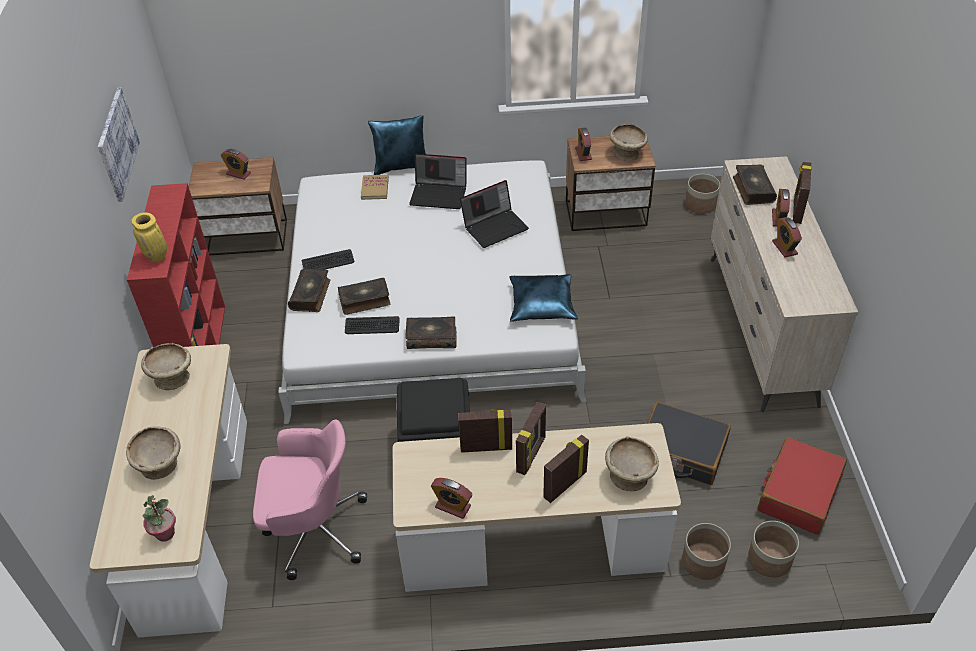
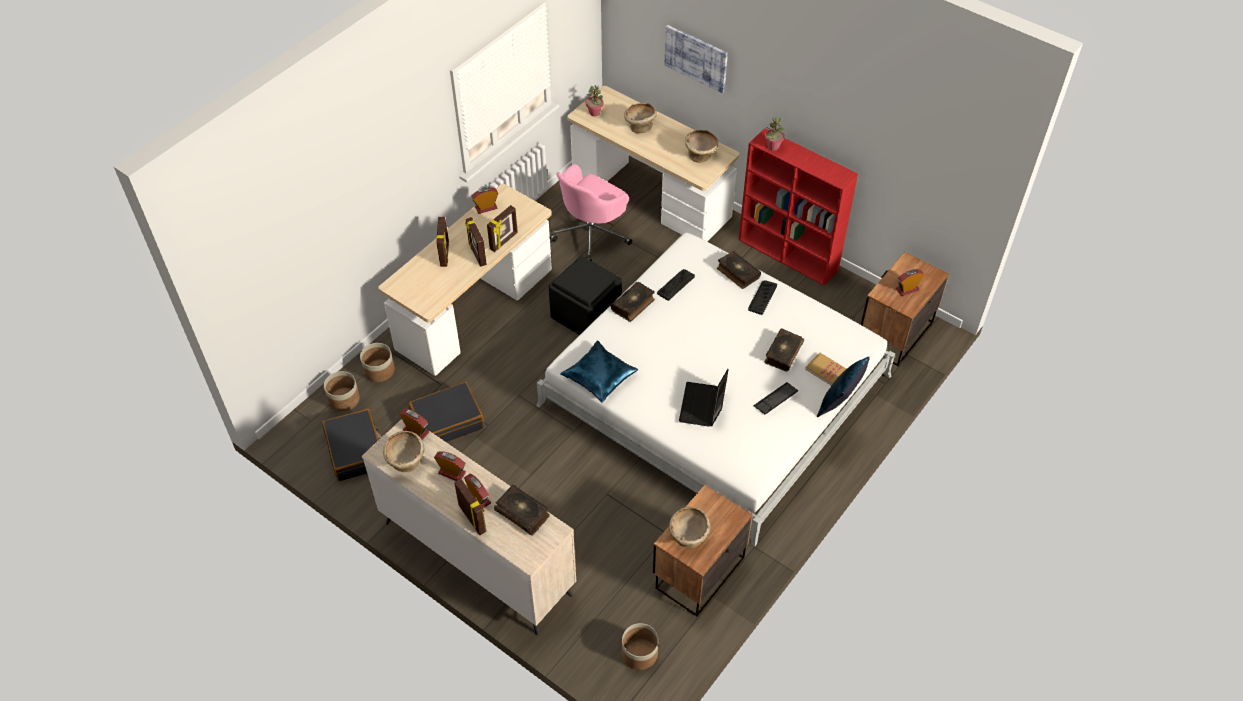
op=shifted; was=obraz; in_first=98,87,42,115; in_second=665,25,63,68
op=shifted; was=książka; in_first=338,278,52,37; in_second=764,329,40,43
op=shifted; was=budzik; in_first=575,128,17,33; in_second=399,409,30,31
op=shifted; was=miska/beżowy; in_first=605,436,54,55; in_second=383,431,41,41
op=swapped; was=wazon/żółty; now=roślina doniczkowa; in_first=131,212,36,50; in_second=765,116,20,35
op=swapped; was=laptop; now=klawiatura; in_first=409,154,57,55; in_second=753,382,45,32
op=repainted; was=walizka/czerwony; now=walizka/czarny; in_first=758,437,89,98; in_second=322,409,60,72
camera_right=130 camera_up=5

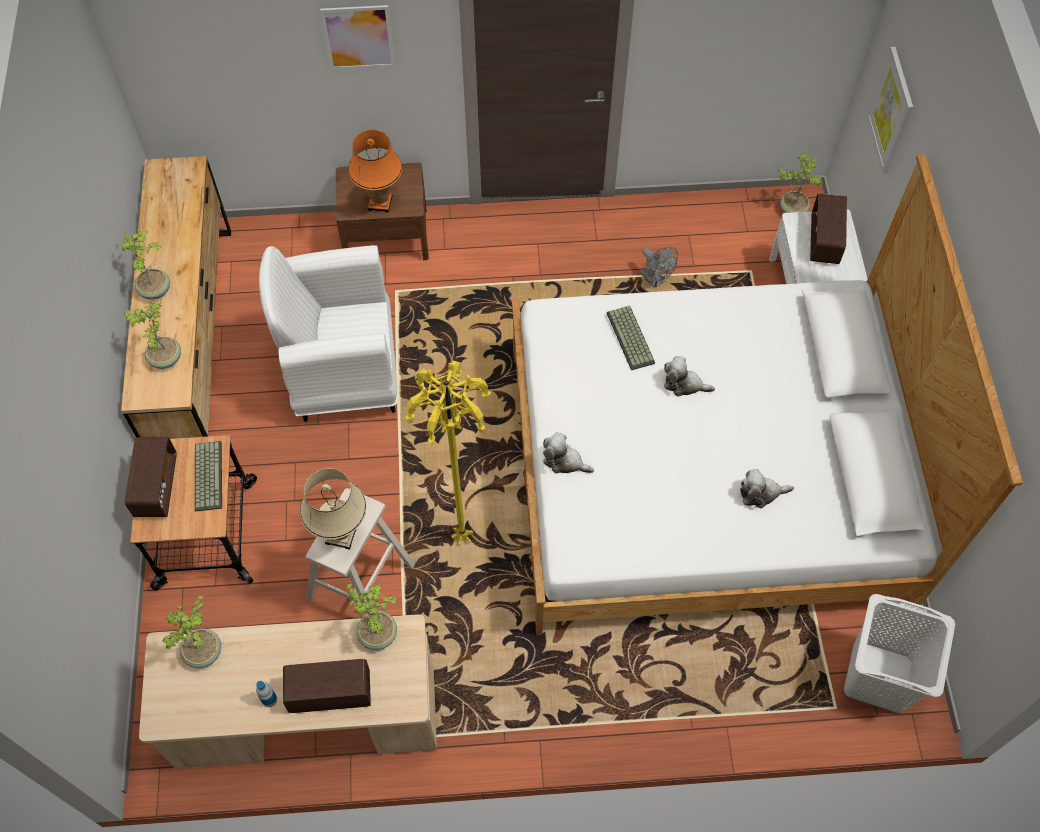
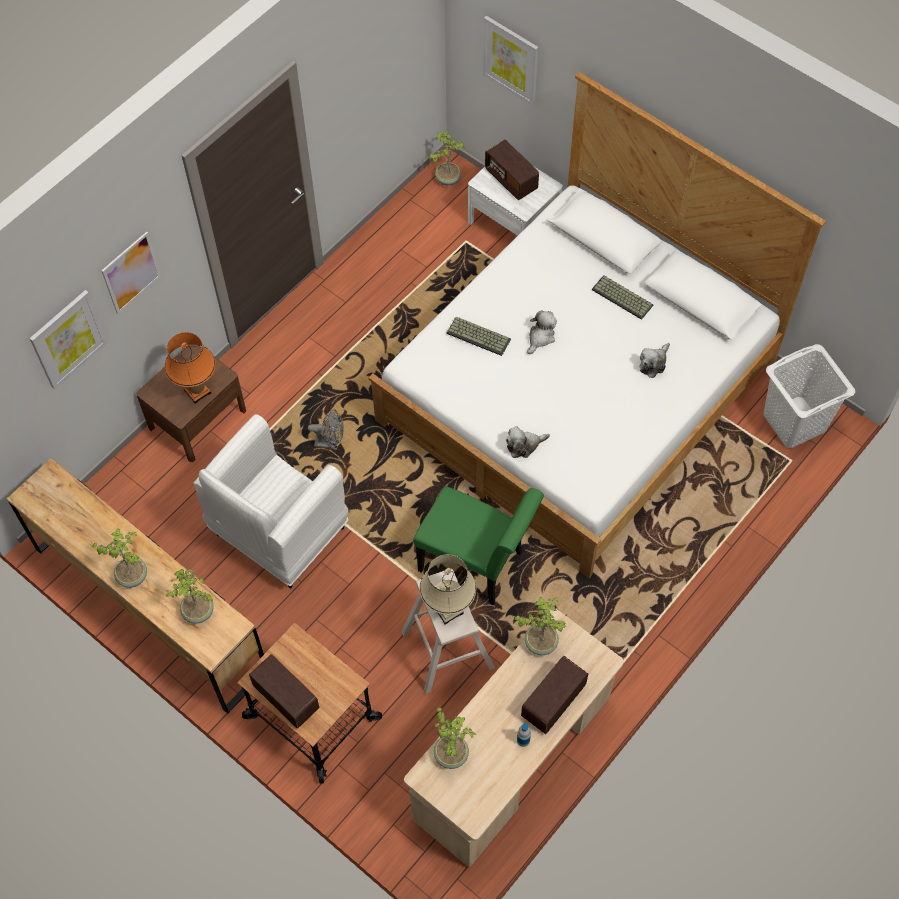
op=new; now=obraz; in_second=30,290,77,99
op=shifted; was=klawiatura; in_first=195,441,27,71; in_second=592,275,62,45
op=shifted; was=wentylator/szary; in_first=640,247,38,41; in_second=308,409,36,41
op=swapped; was=lampa stojąca/żółty; now=krzesło/zielony; in_first=405,361,86,184; in_second=413,486,131,119
op=rotated; was=pluszak; in_first=664,356,51,40; in_second=527,310,30,44; clockwise=150
camera_right=-45 camera_up=0

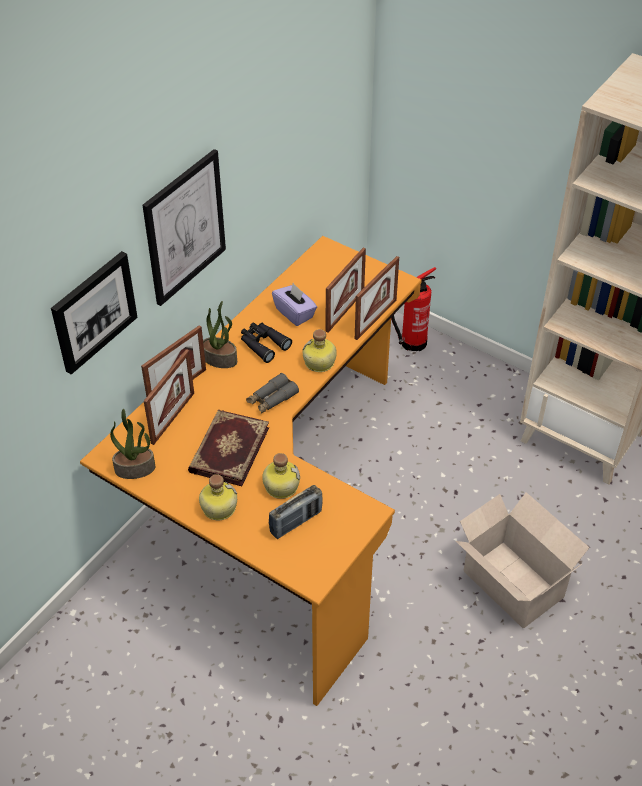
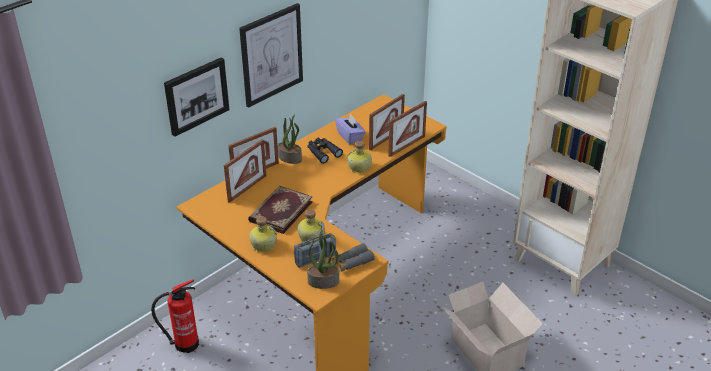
op=shifted; was=roślina doniczkowa; in_first=110,409,45,70; in_second=307,231,32,58
op=shifted; was=lornetka/szary; in_first=246,373,53,41; in_second=331,243,44,29
op=shifted; was=gaśnica; in_first=391,267,45,84; in_second=151,279,48,74
camera_right=10 camera_up=-10

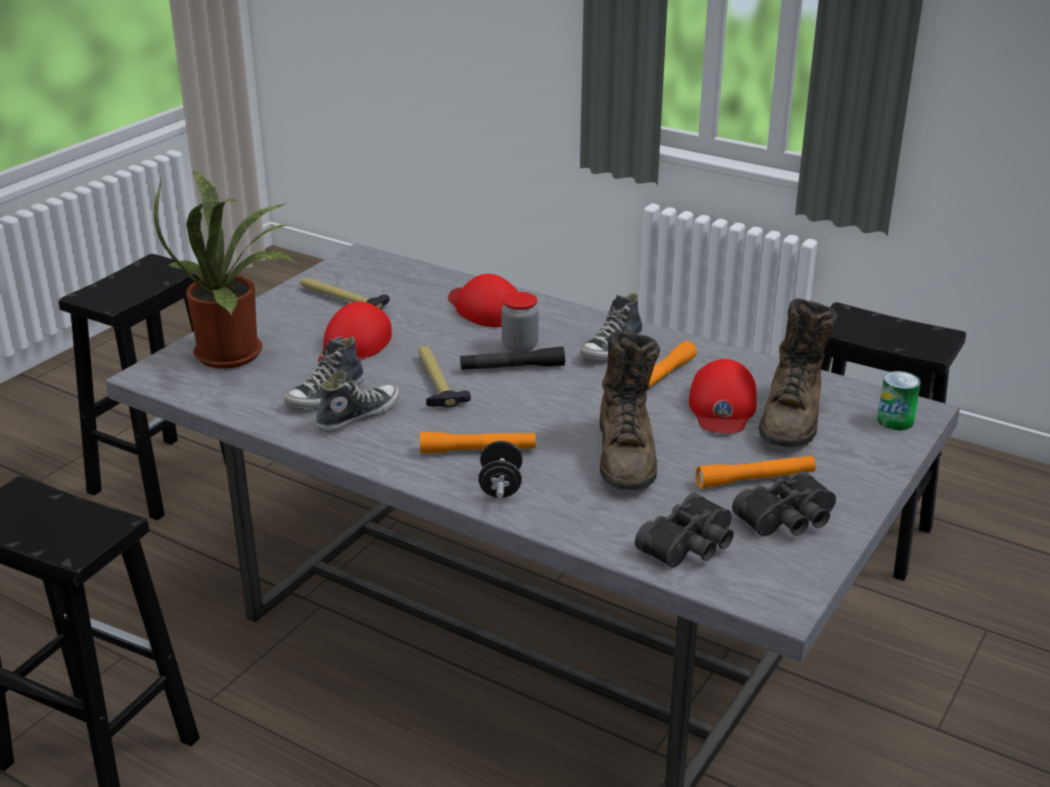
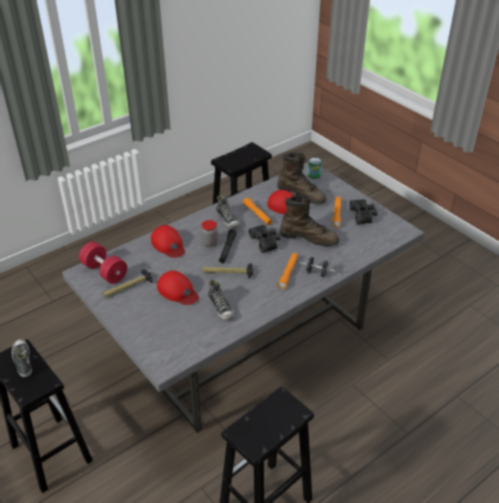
op=gone; was=roślina doniczkowa; in_first=154,170,141,199
op=new; now=hantel/czerwony; in_second=79,241,48,43
op=shifted; was=but; in_first=316,371,84,63; in_second=12,339,20,38
op=shifted; was=lornetka/czarny; in_first=635,493,99,75; in_second=249,225,31,28
op=rotated; was=czapka z daszkiem/czerwony; in_first=448,274,70,53; in_second=151,225,34,33; clockwise=-105
camera_right=-70 camera_up=10

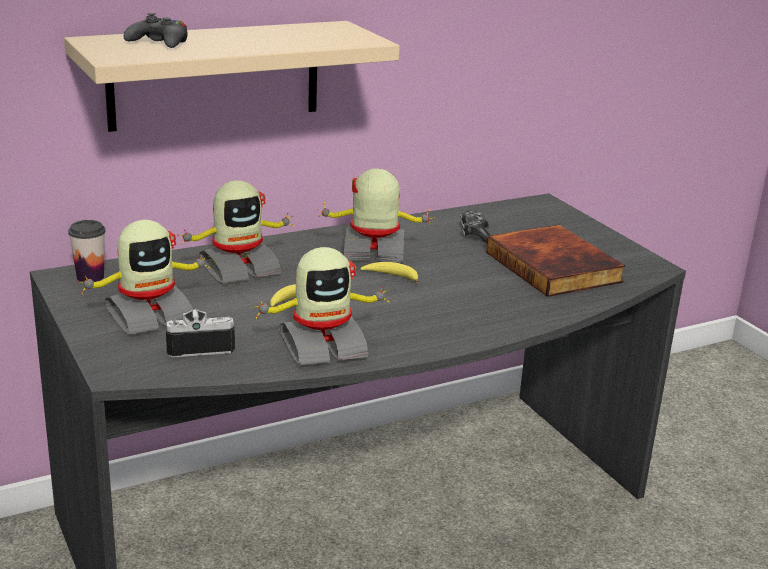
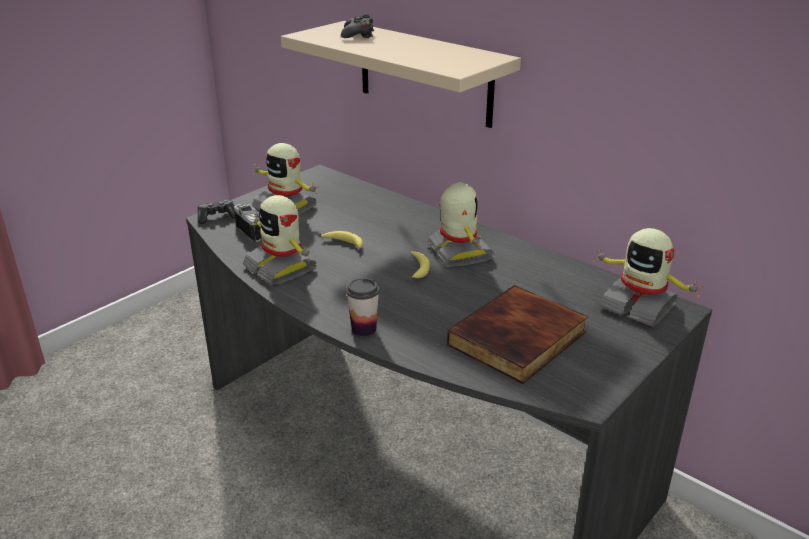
op=shifted; was=filiżanka; in_first=68,220,37,62; in_second=346,278,34,58
op=shifted; was=robot zabawkowy; in_first=177,180,116,104; in_second=593,228,110,99
op=shifted; was=pad do gier; in_first=460,211,30,32; in_second=198,199,37,25
camera_right=70 camera_up=5

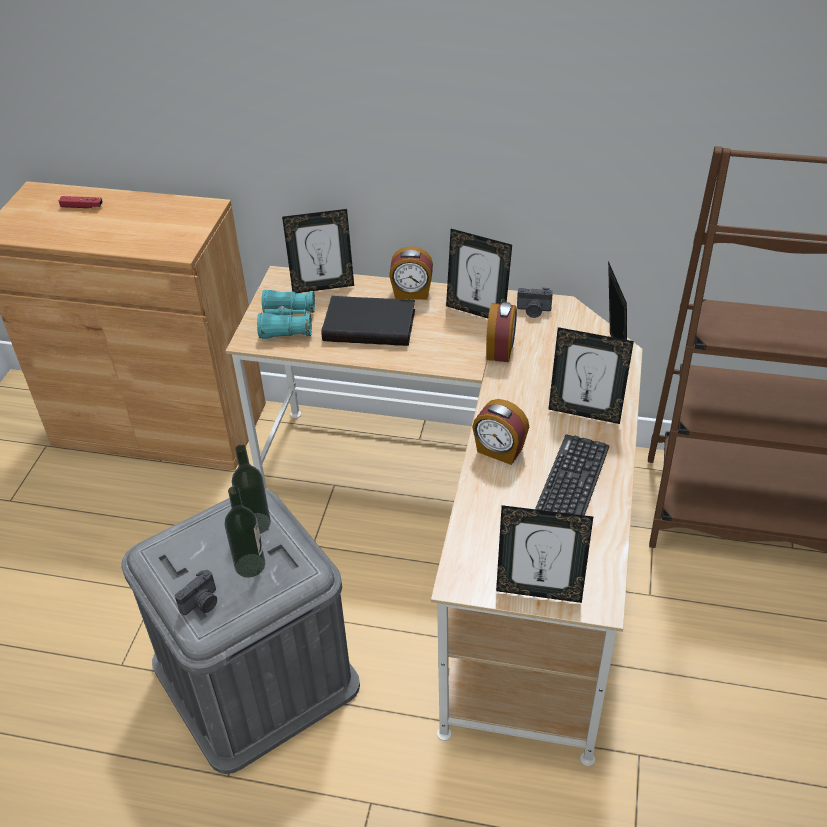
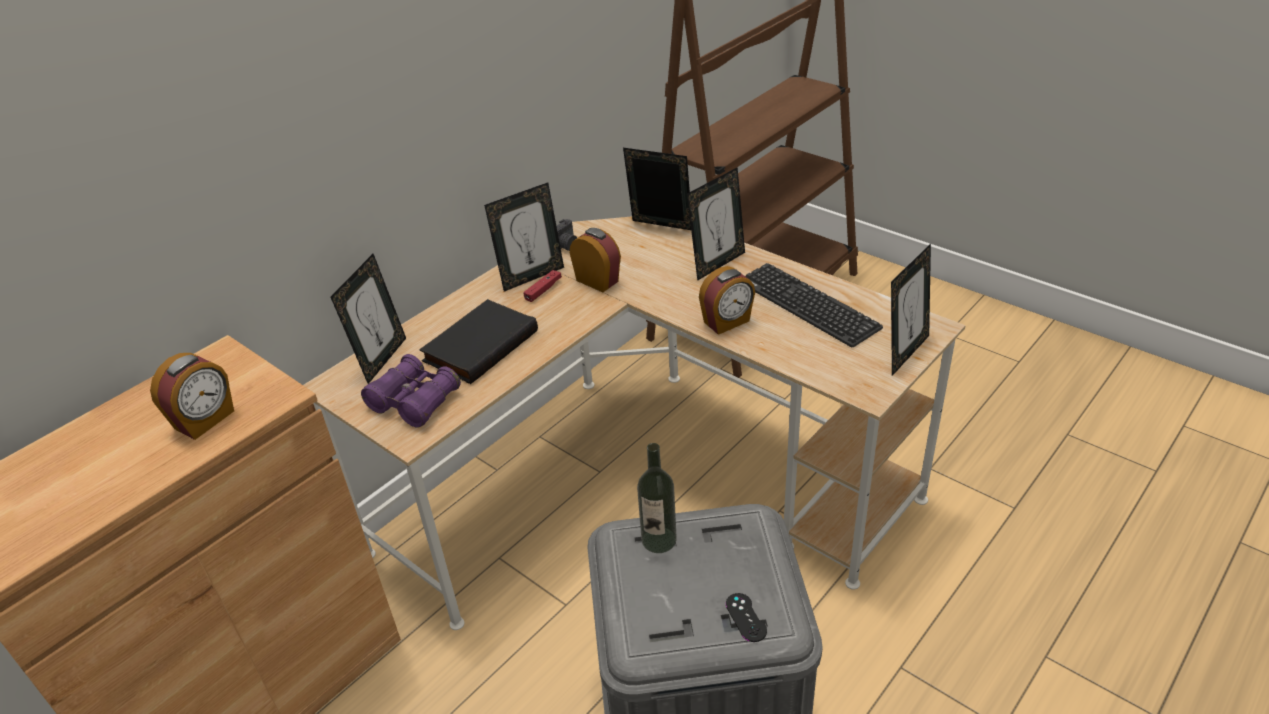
op=gone; was=butelka; in_first=225,486,40,92
op=shifted; was=pad do gier/czerwony; in_first=59,196,44,12; in_second=523,270,39,32
op=shifted; was=budzik; in_first=389,246,44,54; in_second=150,353,84,87
op=swapped; was=aparat fotograficzny; now=pad do gier/czarny; in_first=175,570,42,45; in_second=726,593,41,49
op=repainted; was=lornetka/turkusowy; now=lornetka/fioletowy; in_first=257,290,58,49; in_second=361,354,100,74
camera_right=-60 camera_up=-5

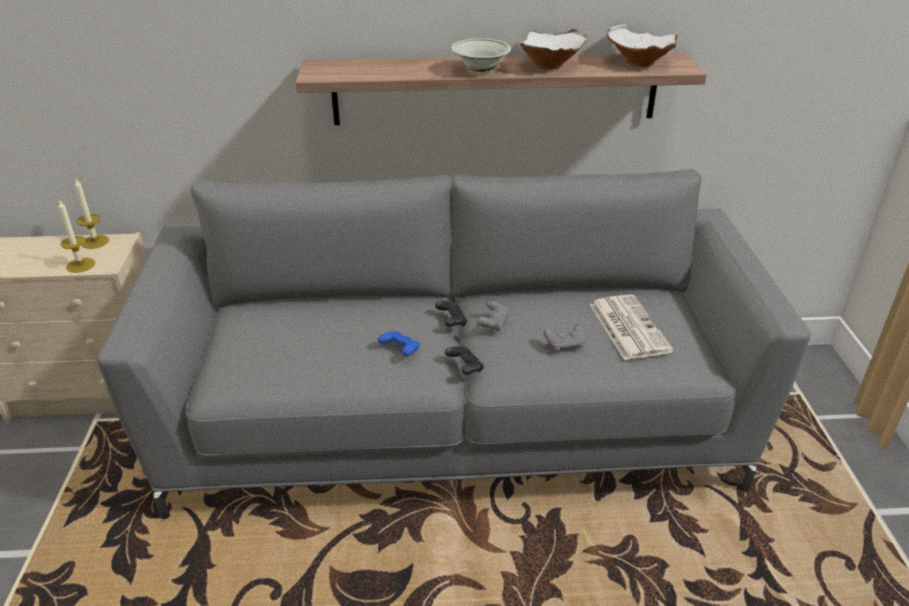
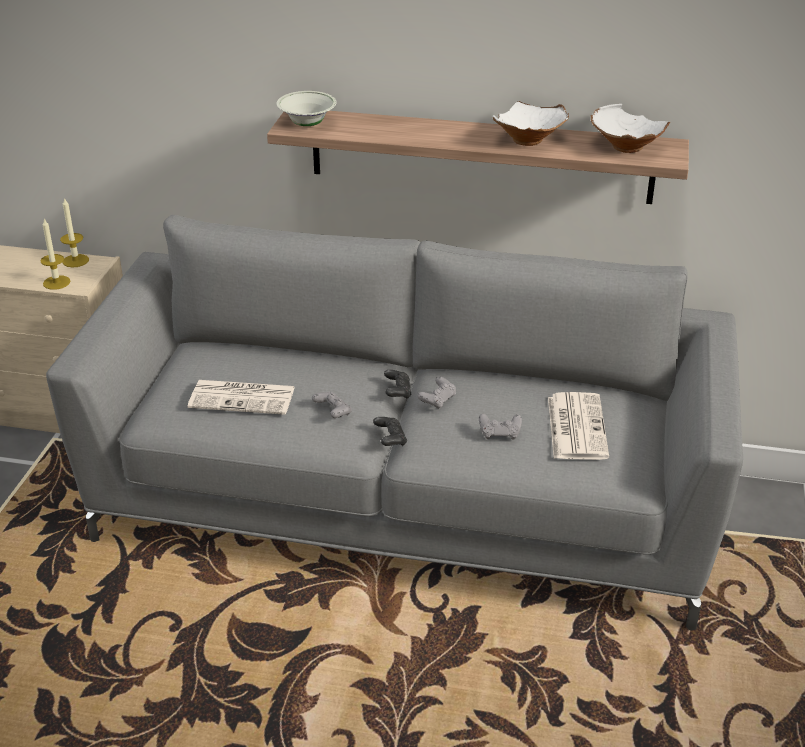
op=new; now=gazeta; in_second=188,380,107,35
op=shifted; was=miska/biały; in_first=451,38,60,34; in_second=276,91,61,35
op=repainted; was=pad do gier/niebieski; now=pad do gier/szary; in_first=378,331,42,25; in_second=312,392,40,26
camera_right=15 camera_up=0

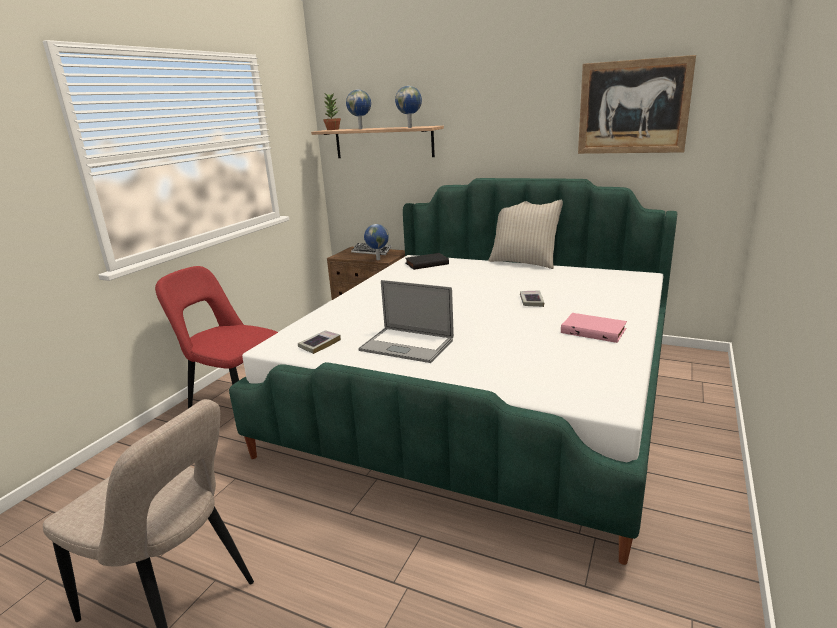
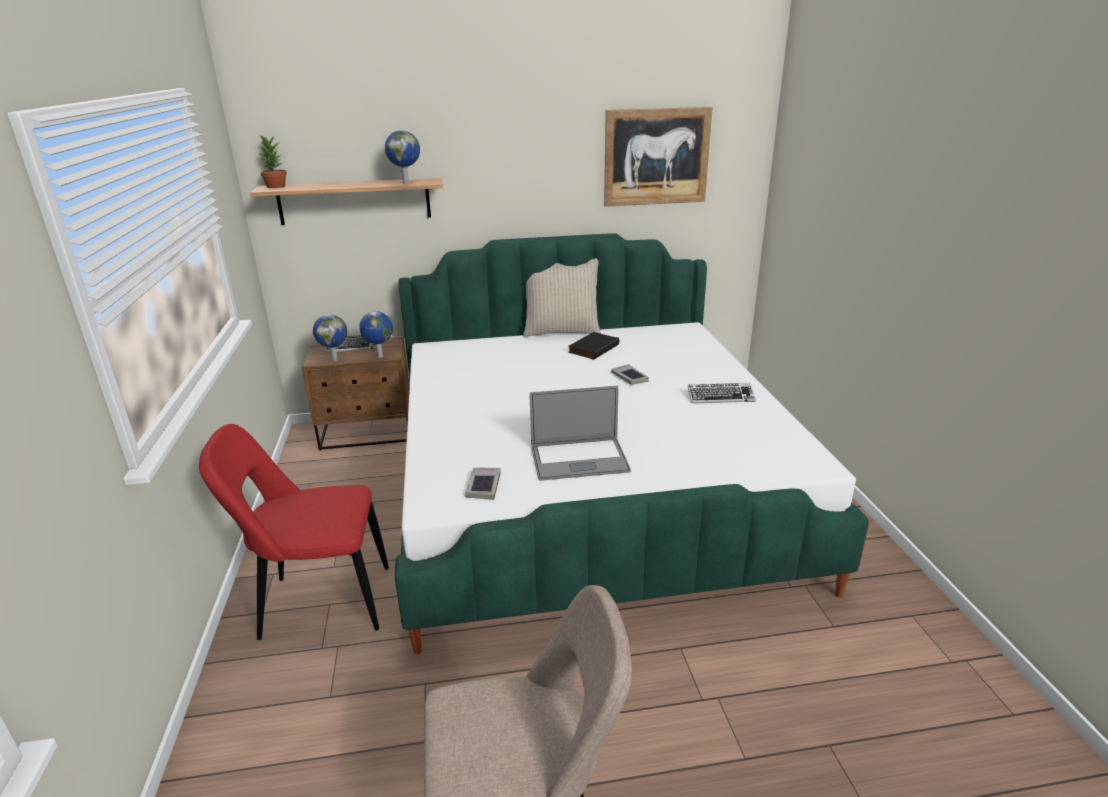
op=shifted; was=globus; in_first=346,90,25,39; in_second=313,314,34,47
op=shifted; was=książka/czarny; in_first=405,253,44,17; in_second=568,332,51,28
op=swapped; was=książka/różowy; now=klawiatura; in_first=561,313,66,30; in_second=688,383,68,21
camera_right=-35 camera_up=5

